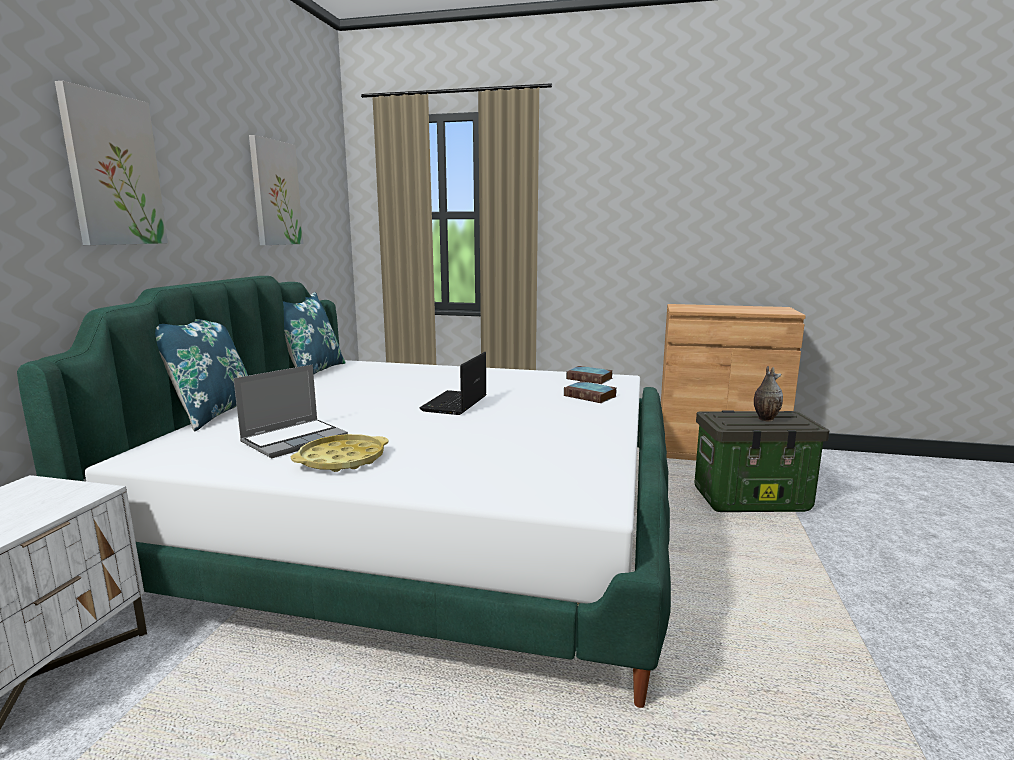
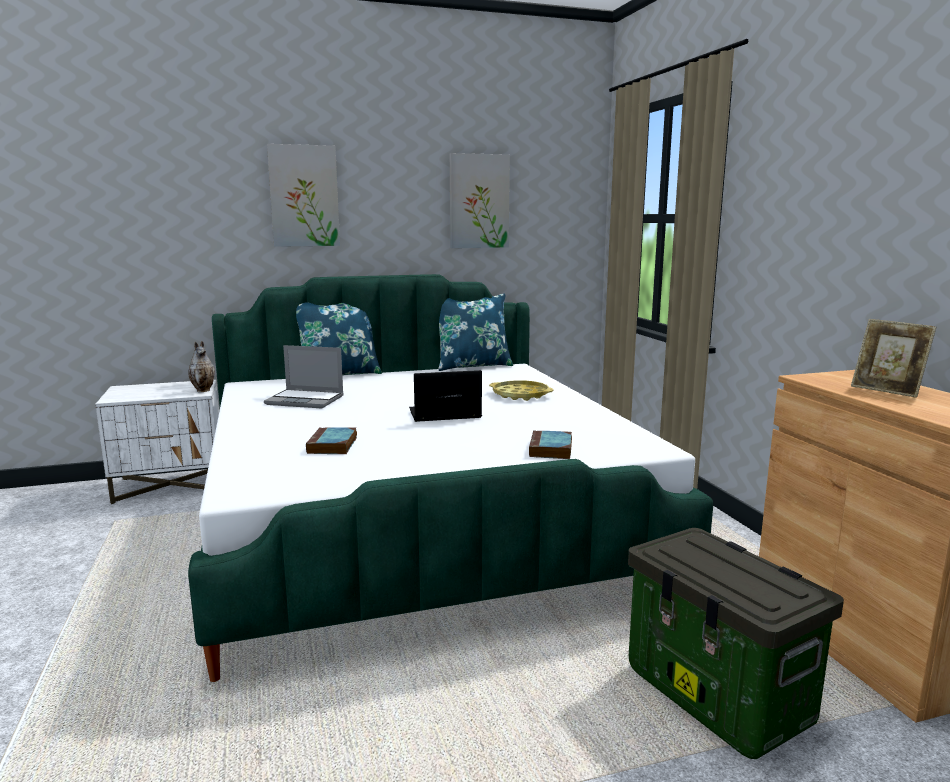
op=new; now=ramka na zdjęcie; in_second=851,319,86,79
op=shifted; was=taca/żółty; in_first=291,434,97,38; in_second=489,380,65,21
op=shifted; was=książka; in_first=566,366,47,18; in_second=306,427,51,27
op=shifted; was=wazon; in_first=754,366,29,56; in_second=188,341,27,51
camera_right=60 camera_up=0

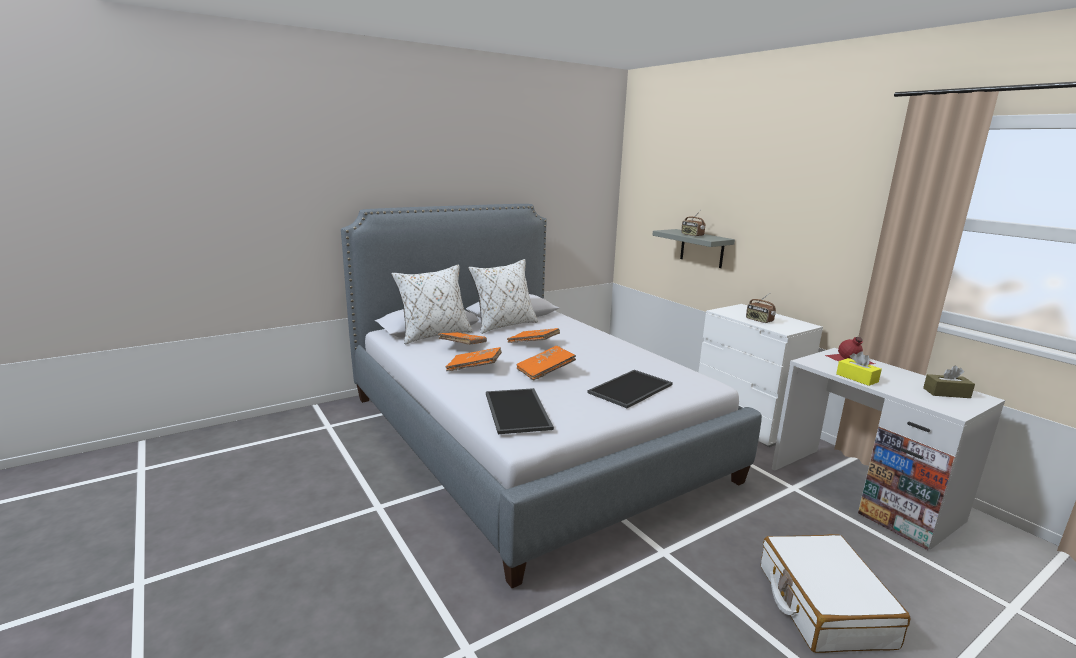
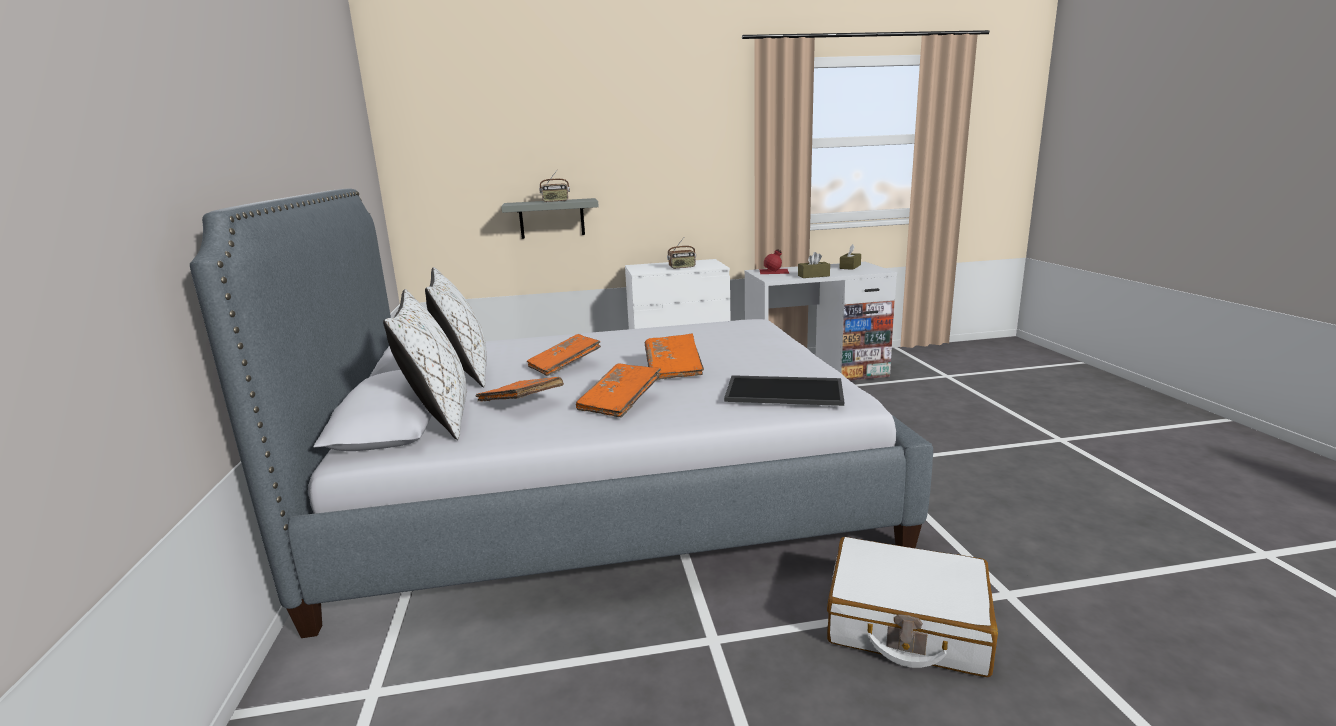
op=gone; was=taca; in_first=587,370,86,38
op=shifted; was=walizka/biały; in_first=761,534,149,119; in_second=827,537,171,140
op=repainted; was=pudełko chusteczek/żółty; now=pudełko chusteczek/brązowy; in_first=836,351,46,35; in_second=798,252,32,26
camera_right=-65 camera_up=0

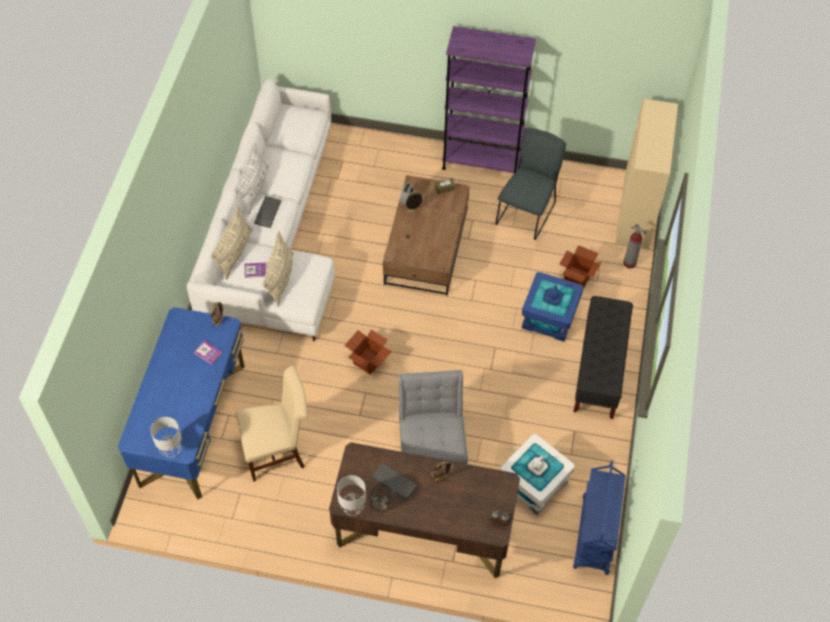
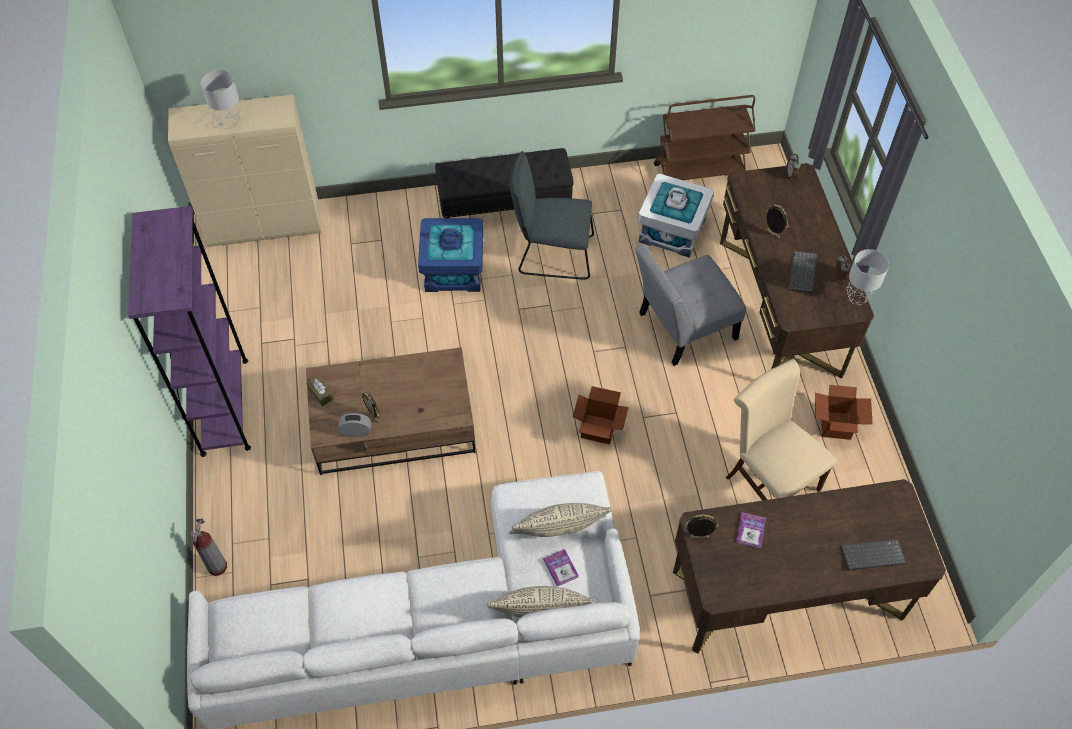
op=gone; was=poduszka/biały; in_first=234,143,35,71
op=shifted; was=lampa stołowa/szary; in_first=150,417,32,41; in_second=201,70,40,59
op=shifted; was=klawiatura; in_first=254,196,27,32; in_second=841,539,65,31
op=shifted; was=krzesło/szary; in_first=495,127,71,113; in_second=510,151,84,129
op=shifted; was=karton; in_first=559,245,42,44; in_second=815,385,58,55
op=shifted; was=gaśnica; in_first=623,224,23,44; in_second=189,518,38,58
op=repainted; was=biurko/niebieski; now=biurko/brązowy; in_first=118,307,127,192; in_second=673,479,273,175
op=repainted; was=wózek/niebieski; now=wózek/brązowy; in_first=573,460,53,115; in_second=654,95,102,85
camera_right=-110 camera_up=0

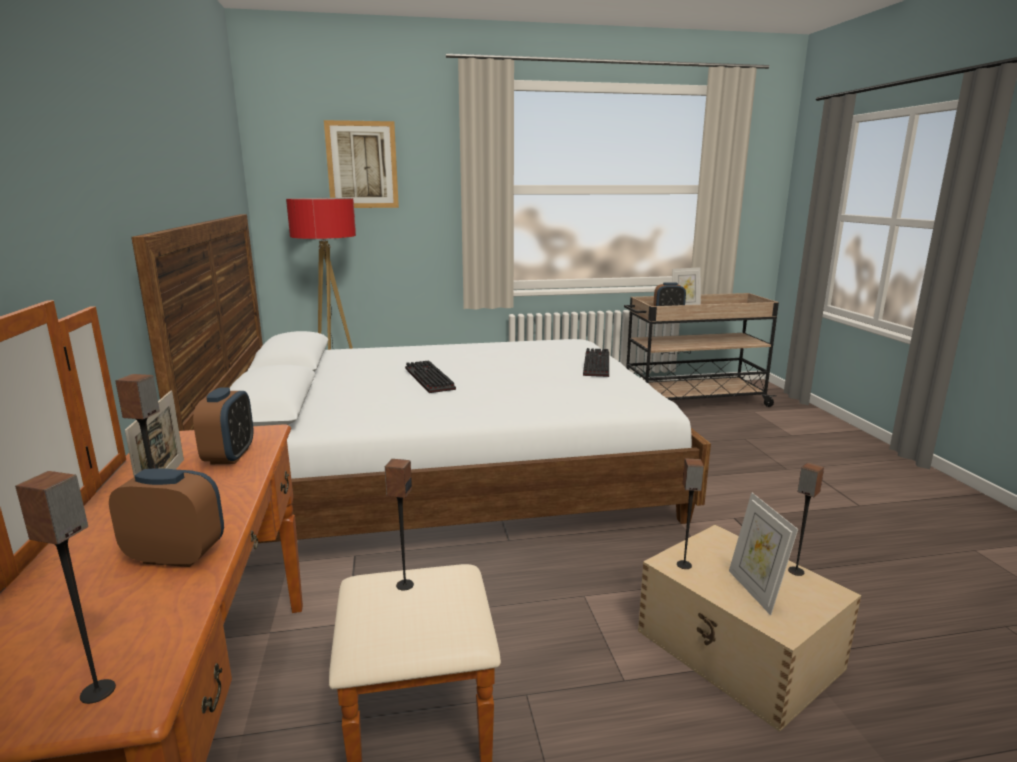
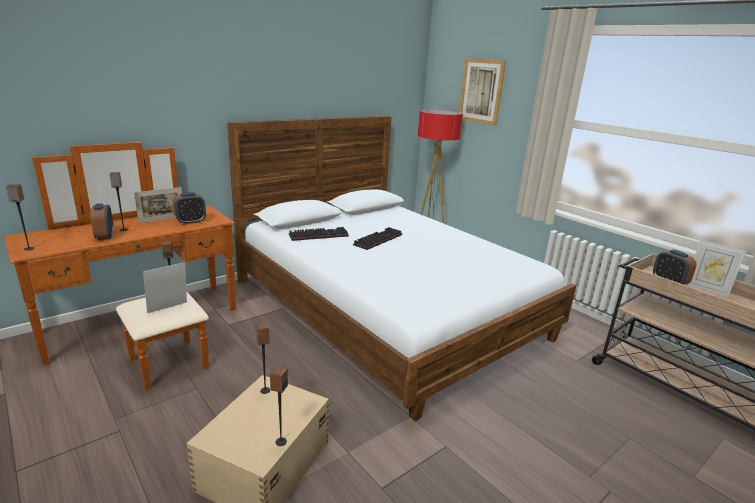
op=shifted; was=klawiatura; in_first=583,348,26,29; in_second=289,227,60,14
op=shifted; was=ramka na zdjęcie; in_first=729,492,69,123; in_second=143,262,44,51
camera_right=60 camera_up=5

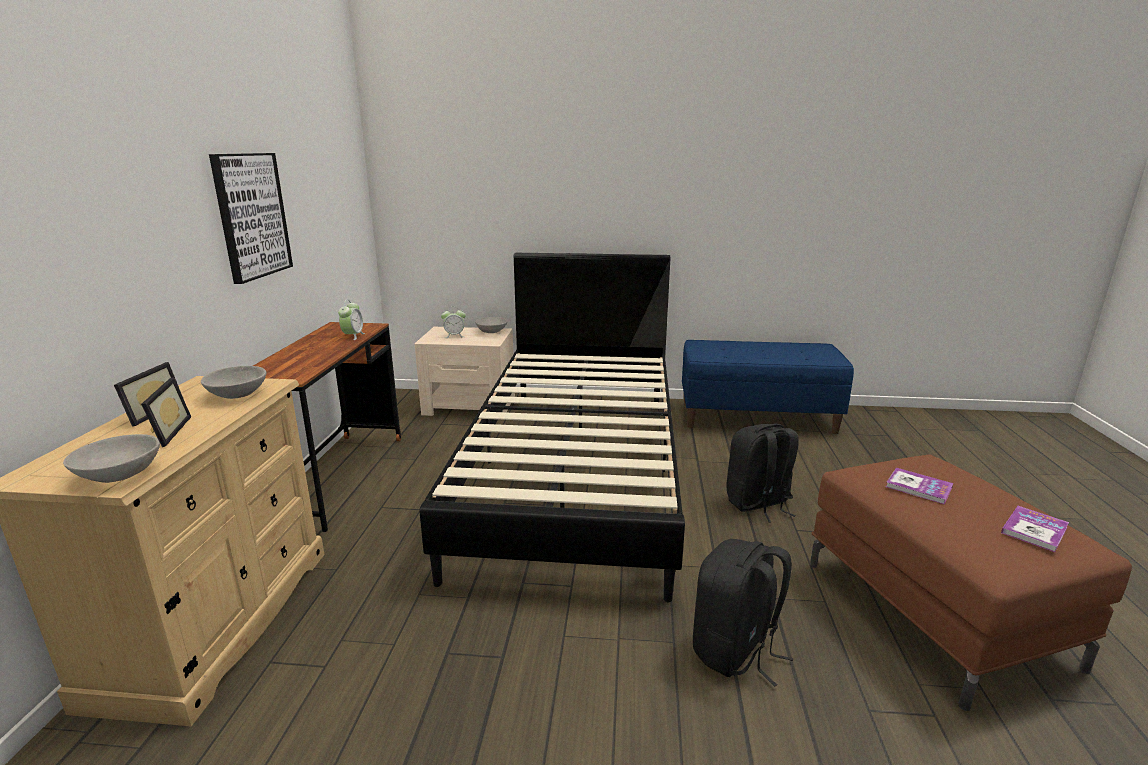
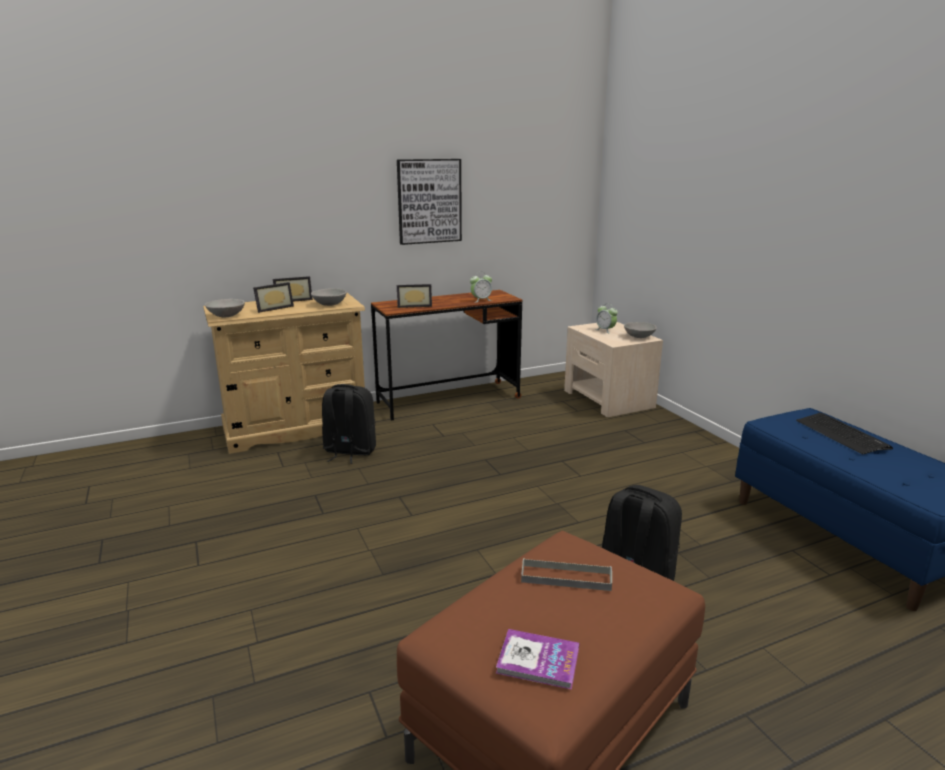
op=gone; was=łóżko/czarny; in_first=419,253,266,349
op=new; now=ramka na zdjęcie; in_second=397,284,35,24
op=new; now=klawiatura; in_second=796,413,97,42
op=shifted; was=plecak/czarny; in_first=693,539,100,148; in_second=322,384,54,80
op=swapped; was=książka; now=taca/szary; in_first=886,468,67,36; in_second=521,558,91,33
camera_right=60 camera_up=0

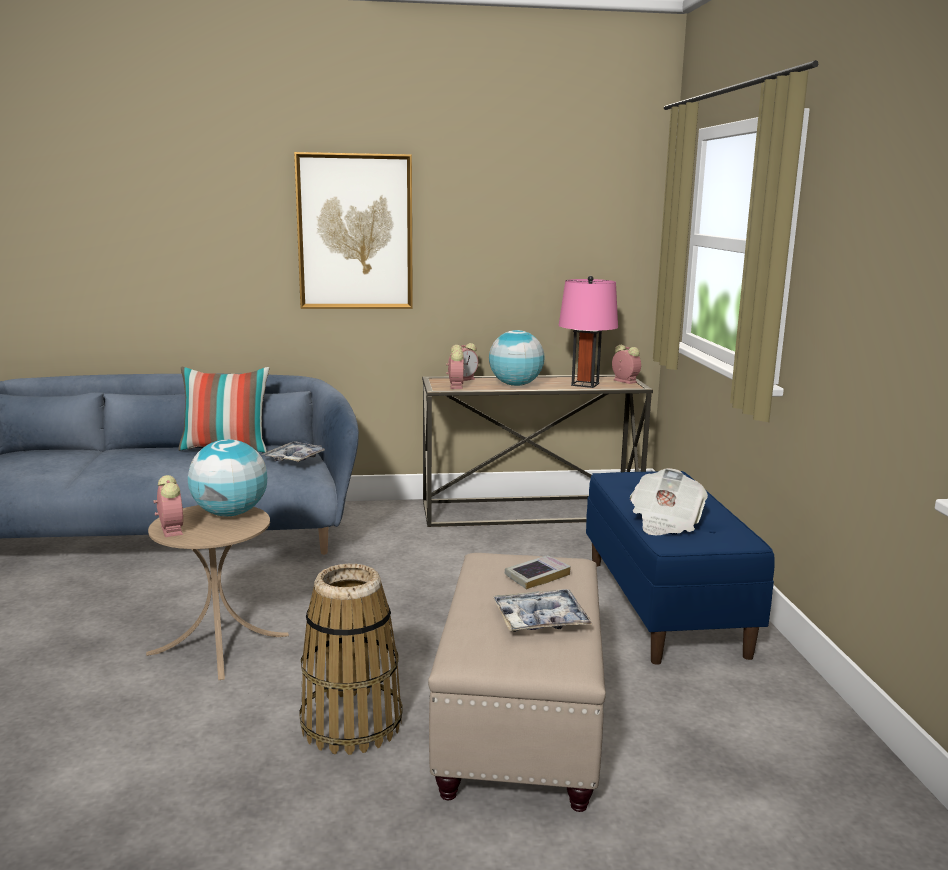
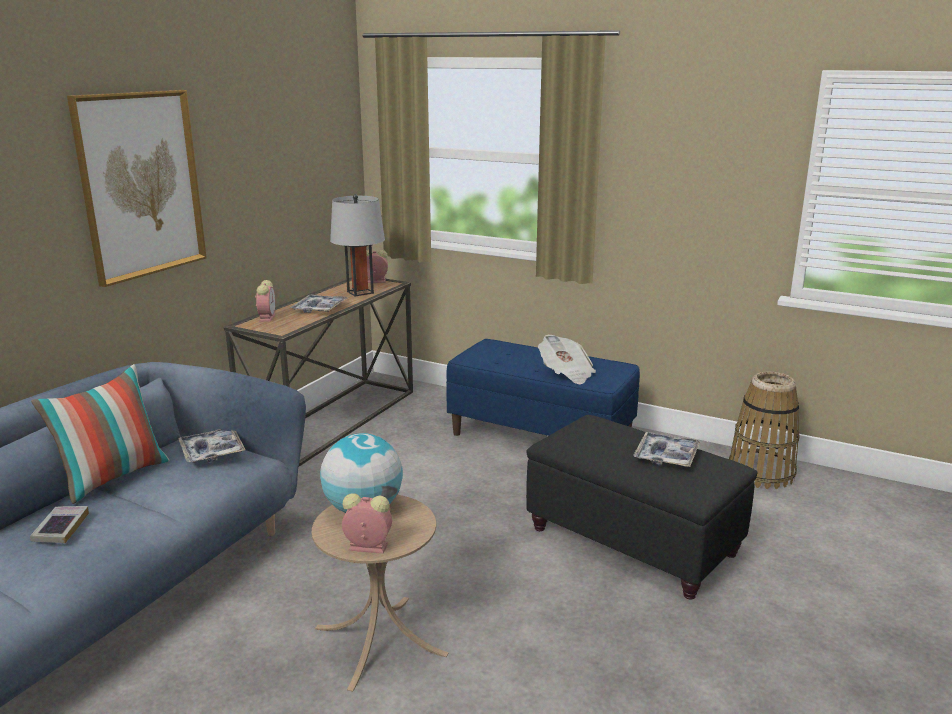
op=gone; was=budzik; in_first=446,348,18,41
op=shifted; was=koszyk; in_first=299,564,104,191; in_second=729,372,70,117
op=shifted; was=książka; in_first=505,555,66,34; in_second=30,506,59,38
op=swapped; was=globus; now=taca; in_first=489,330,55,56; in_second=290,295,57,18
op=repainted; was=pufa/beżowy; now=pufa/czarny; in_first=428,553,178,259; in_second=526,415,231,184
op=repainted; was=lampa stołowa/różowy; now=lampa stołowa/szary; in_first=559,276,59,112; in_second=330,194,55,102
camera_right=-55 camera_up=5

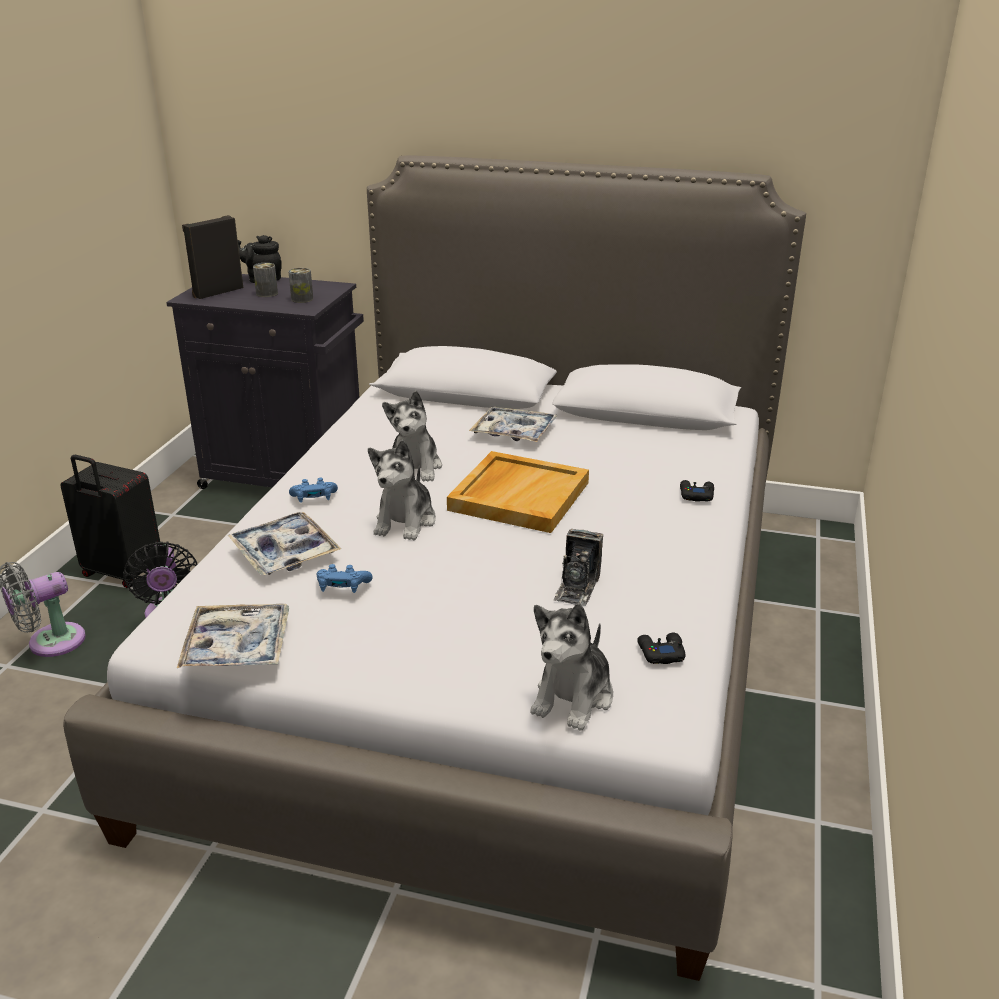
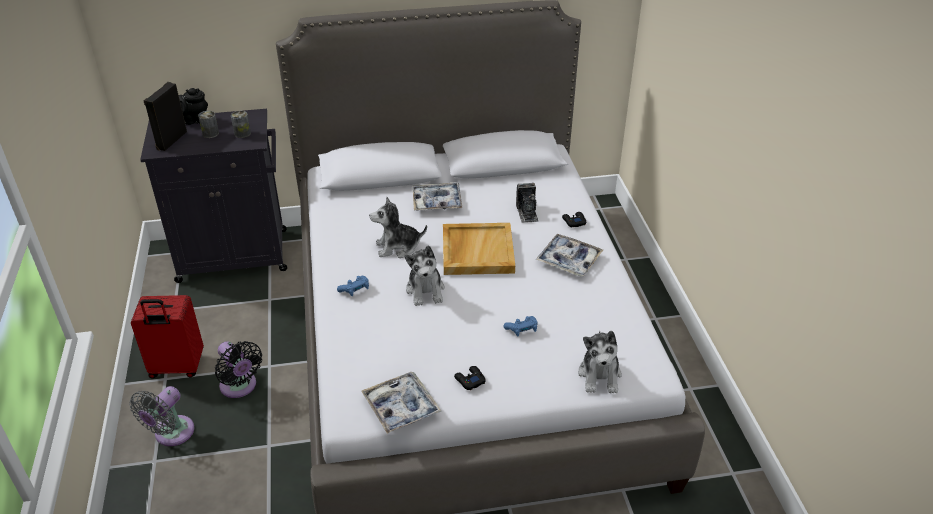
op=shifted; was=taca; in_first=227,512,114,63; in_second=536,234,67,43
op=shifted; was=pad do gier/niebieski; in_first=316,564,57,29; in_second=503,316,35,21
op=shifted; was=aparat fotograficzny; in_first=553,529,50,77; in_second=516,183,22,40
op=shifted; was=pad do gier/czarny; in_first=637,633,48,31; in_second=454,366,32,24
op=repainted; was=walizka/czarny; now=walizka/czerwony; in_first=60,455,100,133; in_second=131,295,73,83
op=rotated; was=pluszak; in_first=382,391,60,90; in_second=369,197,58,61; clockwise=105
camera_right=-25 camera_up=10

